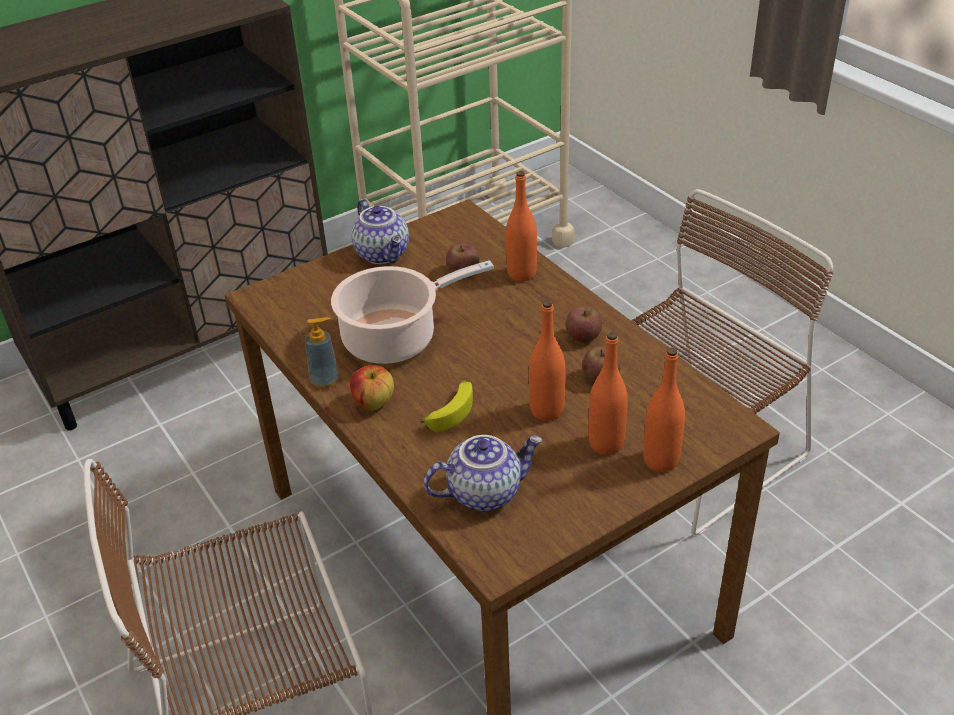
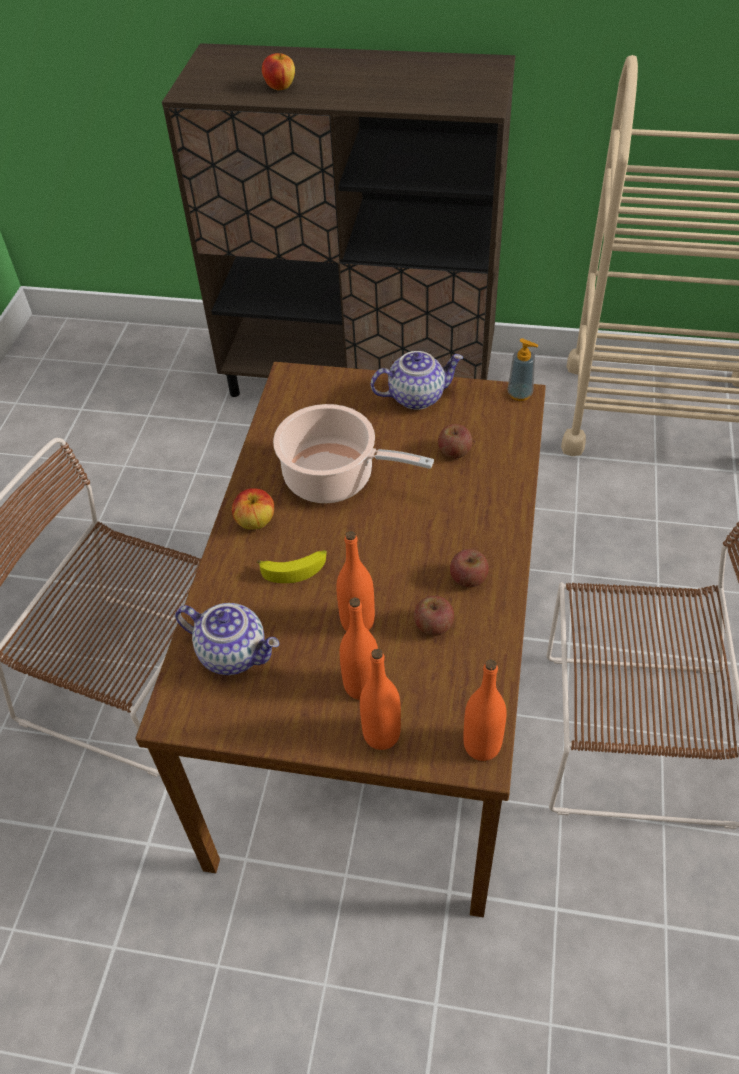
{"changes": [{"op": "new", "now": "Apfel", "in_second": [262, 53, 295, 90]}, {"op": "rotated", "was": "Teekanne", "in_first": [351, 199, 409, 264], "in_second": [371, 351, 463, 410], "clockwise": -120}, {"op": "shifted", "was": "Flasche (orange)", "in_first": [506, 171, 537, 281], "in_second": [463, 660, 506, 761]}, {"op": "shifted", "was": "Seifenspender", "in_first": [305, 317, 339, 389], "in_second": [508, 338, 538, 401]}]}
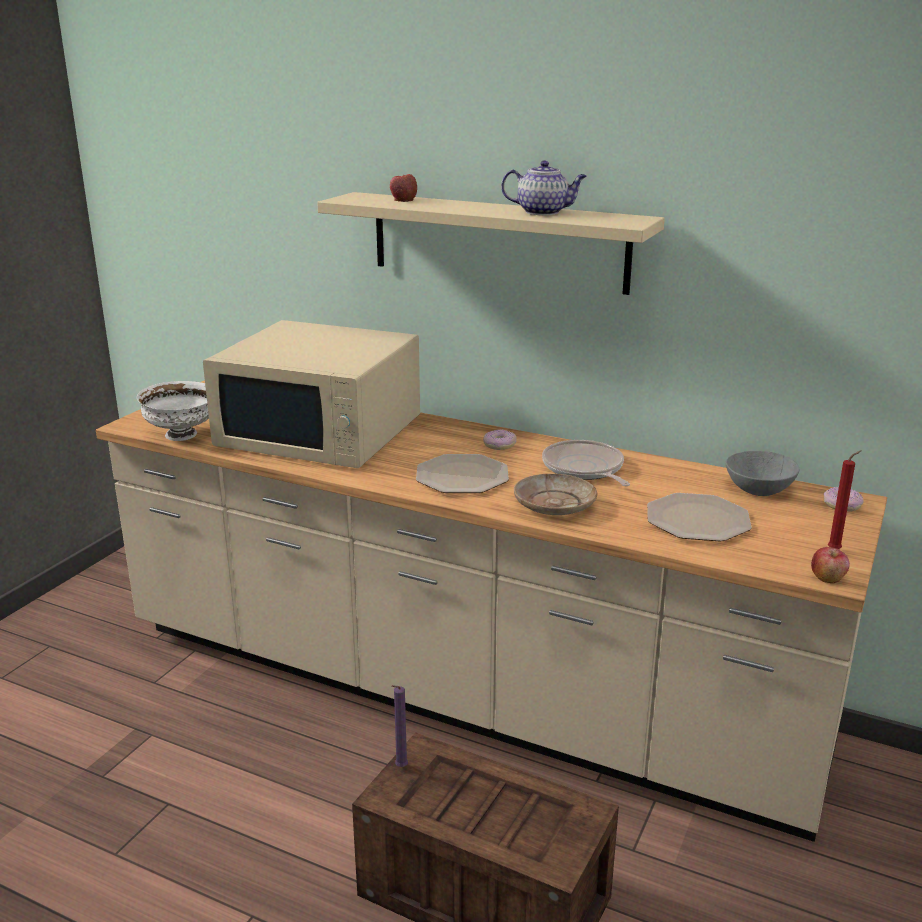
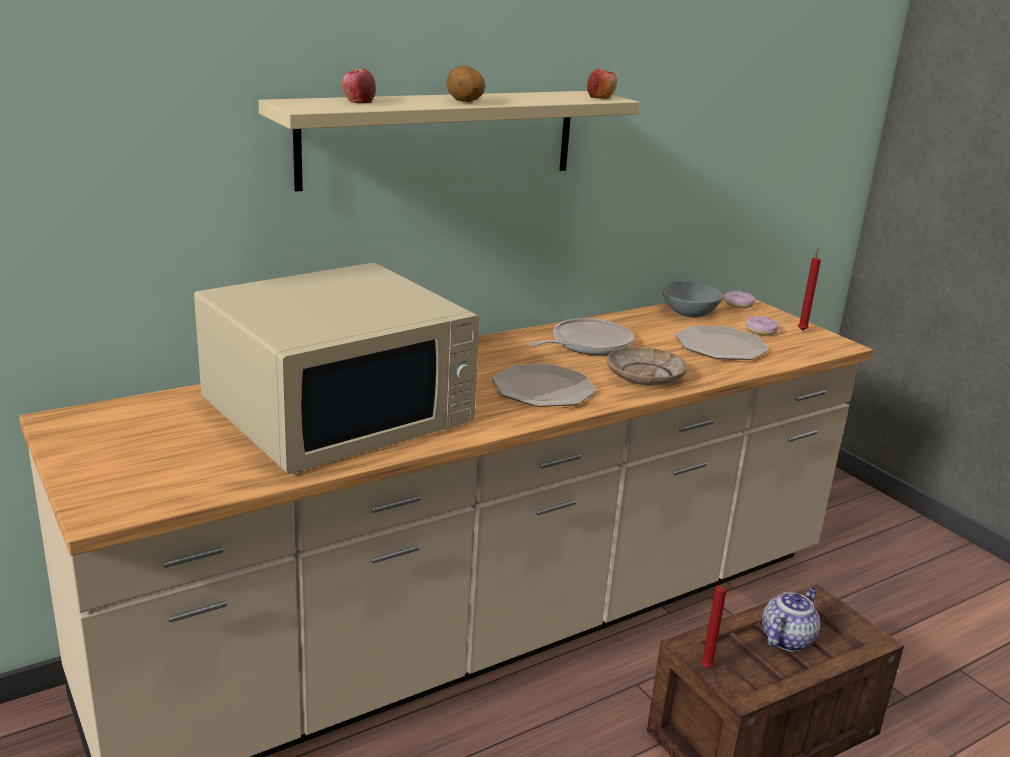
{"changes": [{"op": "new", "now": "Kartoffel", "in_second": [446, 66, 485, 103]}, {"op": "rotated", "was": "Pfanne", "in_first": [542, 440, 630, 486], "in_second": [529, 318, 634, 355], "clockwise": 135}, {"op": "shifted", "was": "Apfel", "in_first": [811, 547, 850, 583], "in_second": [587, 69, 617, 99]}, {"op": "repainted", "was": "Kerze (lila)", "now": "Kerze (rot)", "in_first": [391, 685, 408, 767], "in_second": [701, 584, 729, 668]}, {"op": "shifted", "was": "Donut", "in_first": [483, 429, 517, 450], "in_second": [746, 316, 779, 335]}, {"op": "shifted", "was": "Teekanne", "in_first": [501, 160, 587, 215], "in_second": [762, 587, 820, 652]}, {"op": "gone", "was": "Schüssel (weiß)", "in_first": [137, 381, 209, 441]}]}
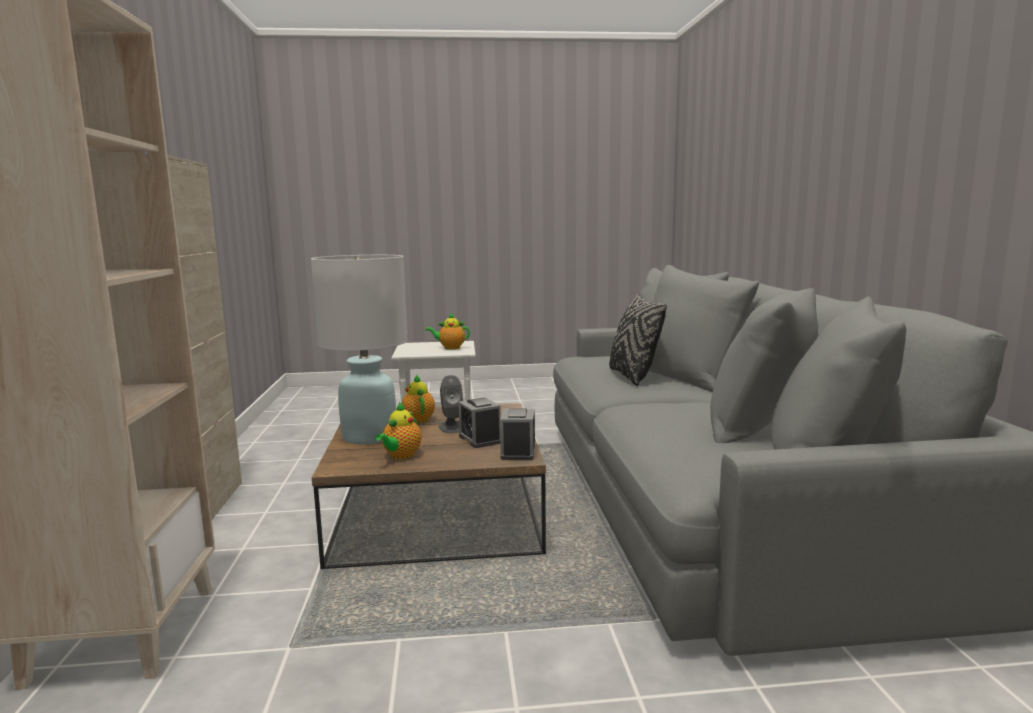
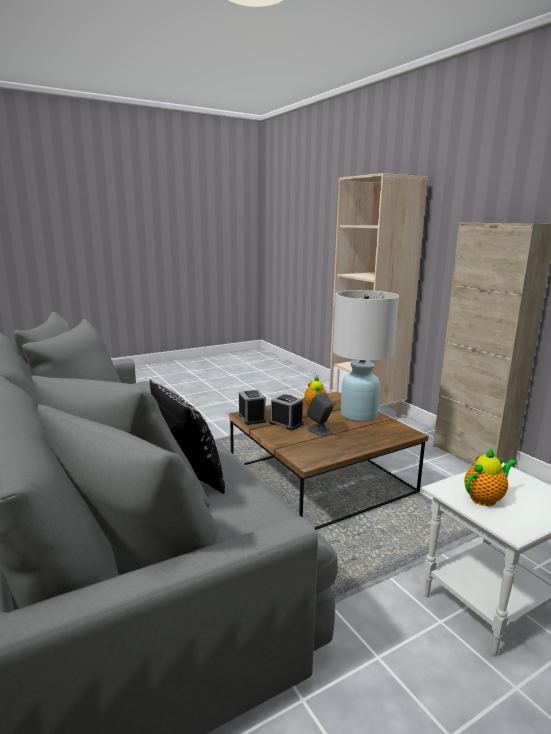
{"changes": [{"op": "gone", "was": "Teekanne", "in_first": [402, 375, 435, 423]}]}
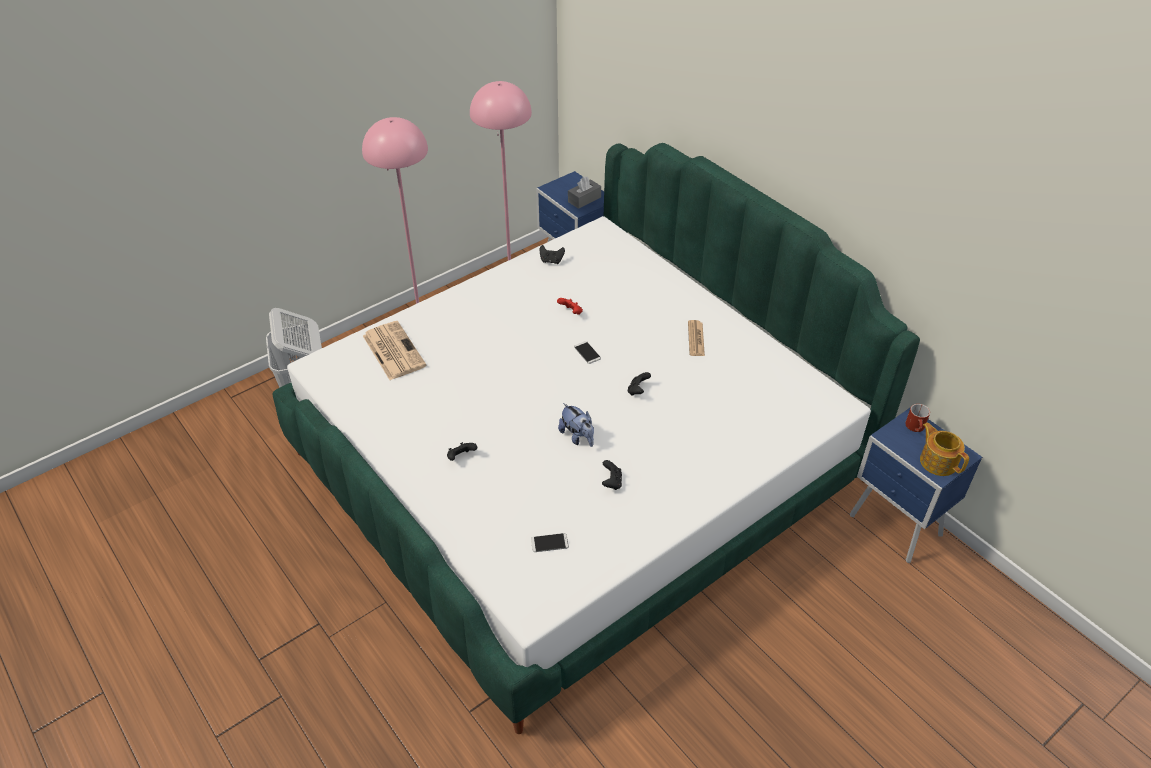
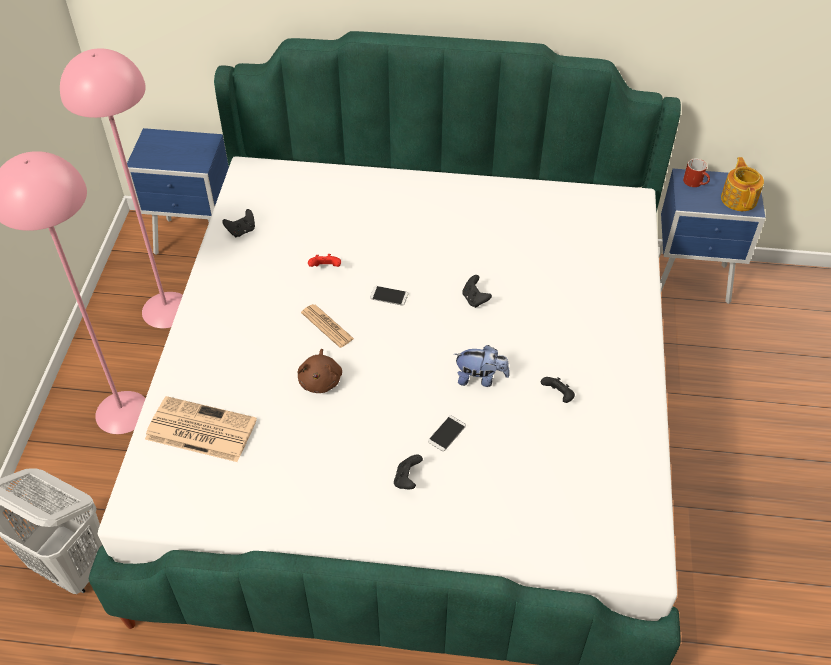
{"changes": [{"op": "new", "now": "Plüschtier (braun)", "in_second": [298, 349, 342, 393]}, {"op": "shifted", "was": "Zeitung", "in_first": [688, 320, 705, 356], "in_second": [301, 304, 354, 348]}, {"op": "shifted", "was": "Handy", "in_first": [531, 533, 569, 552], "in_second": [428, 416, 466, 451]}, {"op": "rotated", "was": "Teekanne", "in_first": [920, 422, 969, 476], "in_second": [721, 157, 764, 211], "clockwise": 75}, {"op": "gone", "was": "Taschentuchbox (grau)", "in_first": [568, 176, 601, 209]}]}
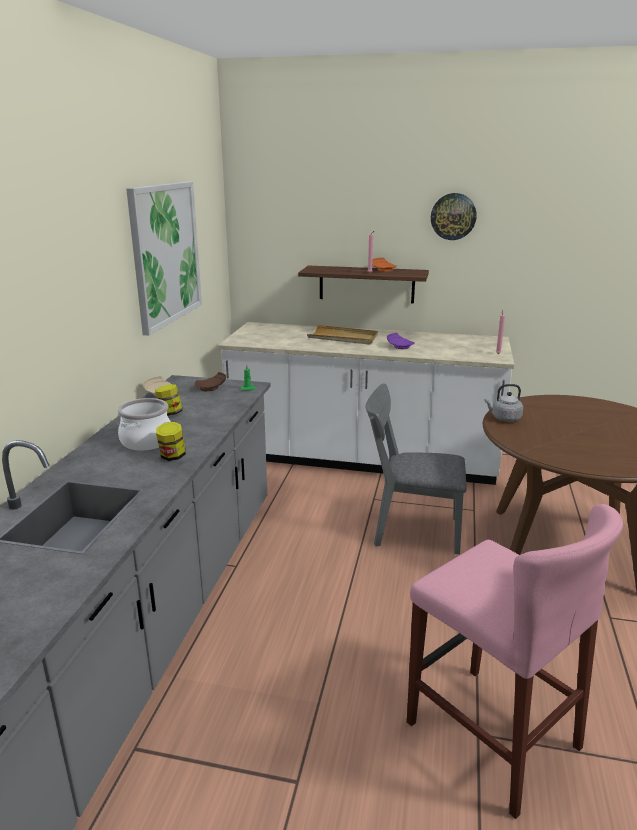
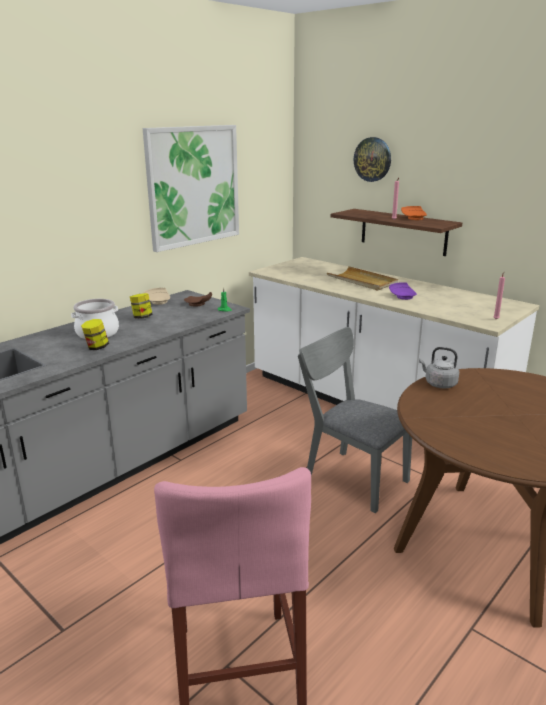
{"changes": [{"op": "shifted", "was": "Wanduhr", "in_first": [431, 193, 477, 240], "in_second": [354, 137, 391, 182]}]}
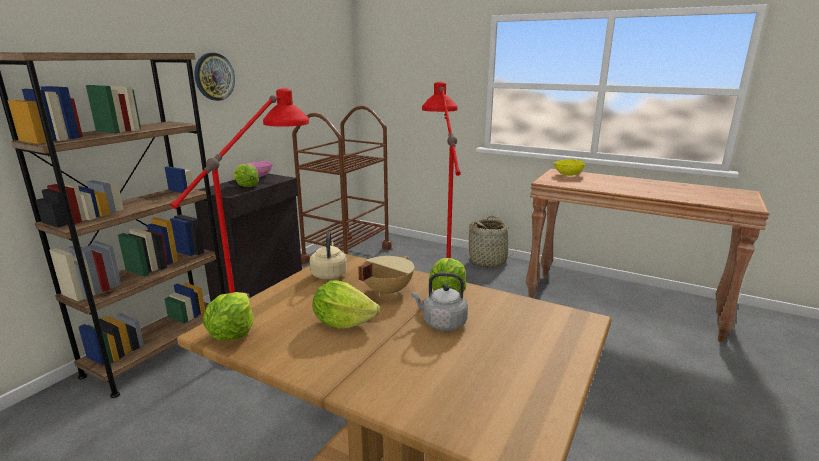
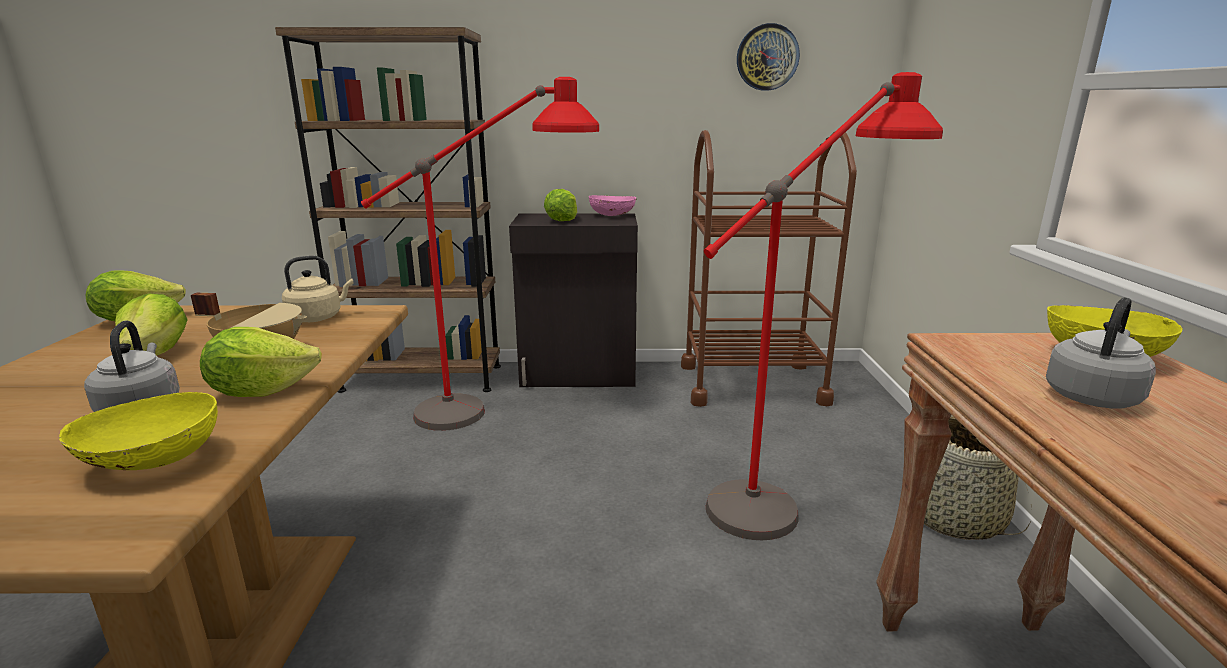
{"changes": [{"op": "new", "now": "Schüssel (gelb)", "in_second": [59, 392, 218, 470]}, {"op": "shifted", "was": "Wanduhr", "in_first": [194, 53, 235, 101], "in_second": [737, 23, 800, 91]}, {"op": "new", "now": "Wasserkessel (grau)", "in_second": [1046, 297, 1156, 408]}]}
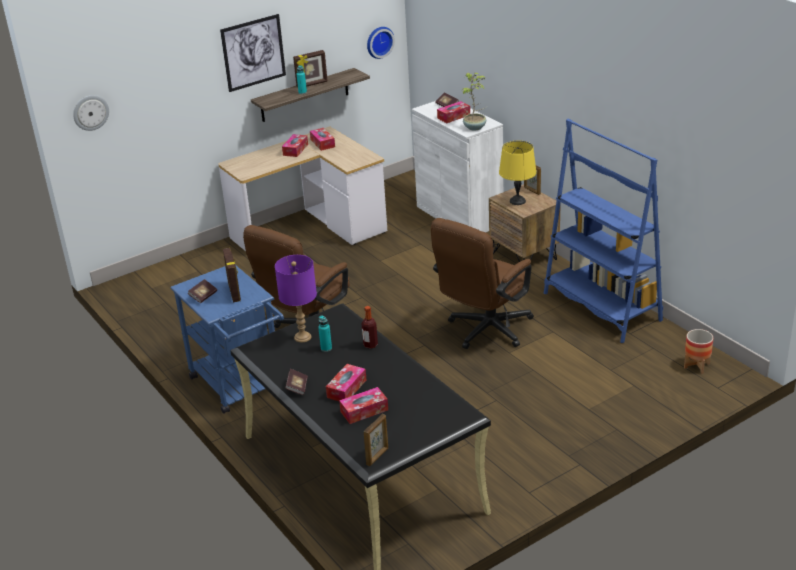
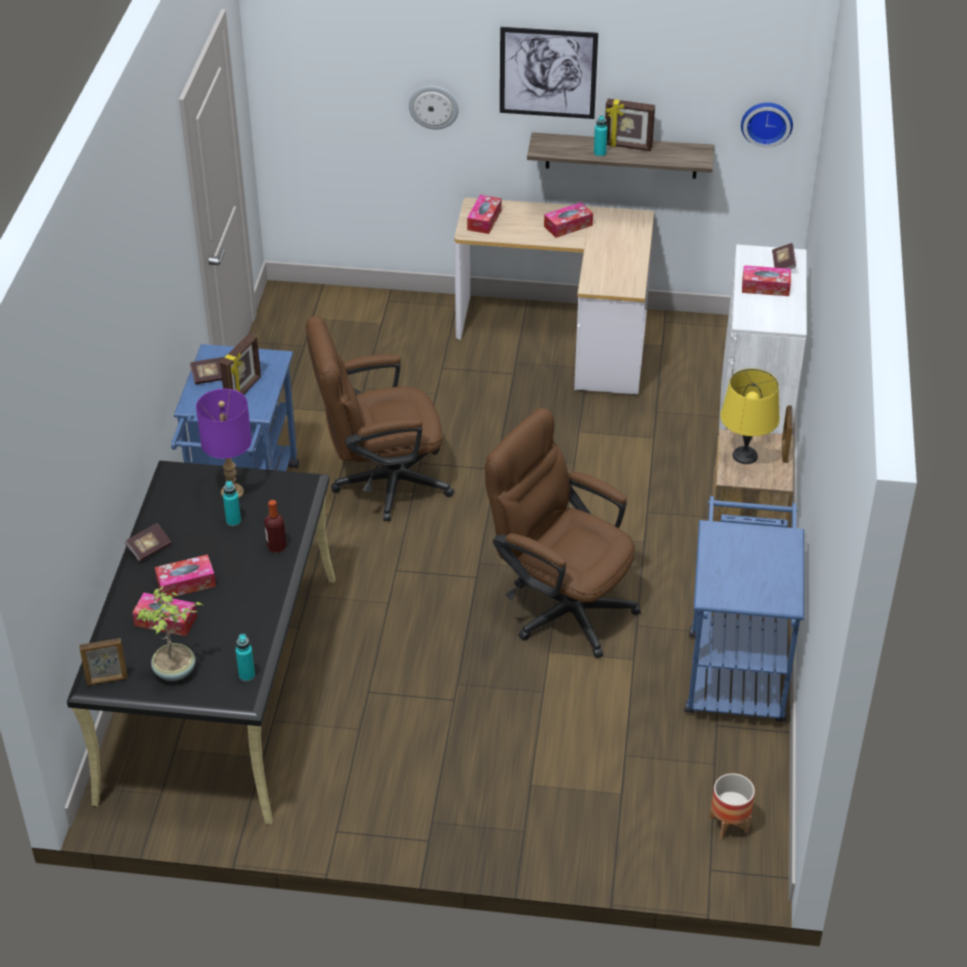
{"changes": [{"op": "shifted", "was": "Topfpflanze", "in_first": [462, 72, 486, 131], "in_second": [136, 586, 203, 681]}, {"op": "new", "now": "Flasche (türkis)", "in_second": [236, 634, 255, 682]}, {"op": "shifted", "was": "Wanduhr", "in_first": [73, 95, 109, 131], "in_second": [409, 86, 459, 130]}, {"op": "shifted", "was": "Taschentuchbox", "in_first": [310, 128, 335, 151], "in_second": [467, 195, 502, 234]}, {"op": "rotated", "was": "Bürostuhl (braun)", "in_first": [431, 218, 534, 349], "in_second": [485, 408, 641, 658], "clockwise": 45}, {"op": "swapped", "was": "Bücherregal (blau)", "now": "Rollwagen (blau)", "in_first": [544, 118, 663, 343], "in_second": [684, 496, 804, 722]}]}
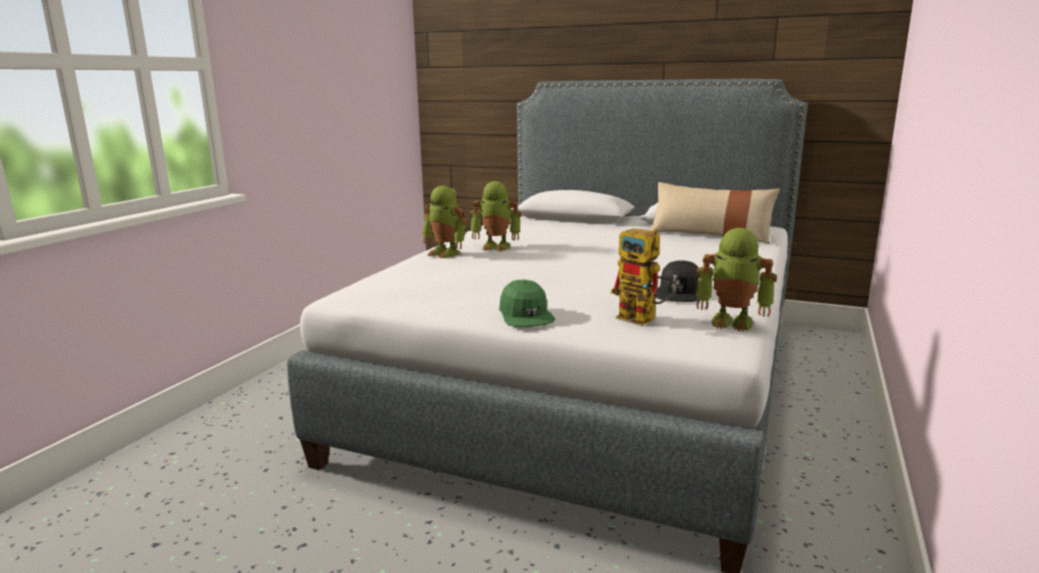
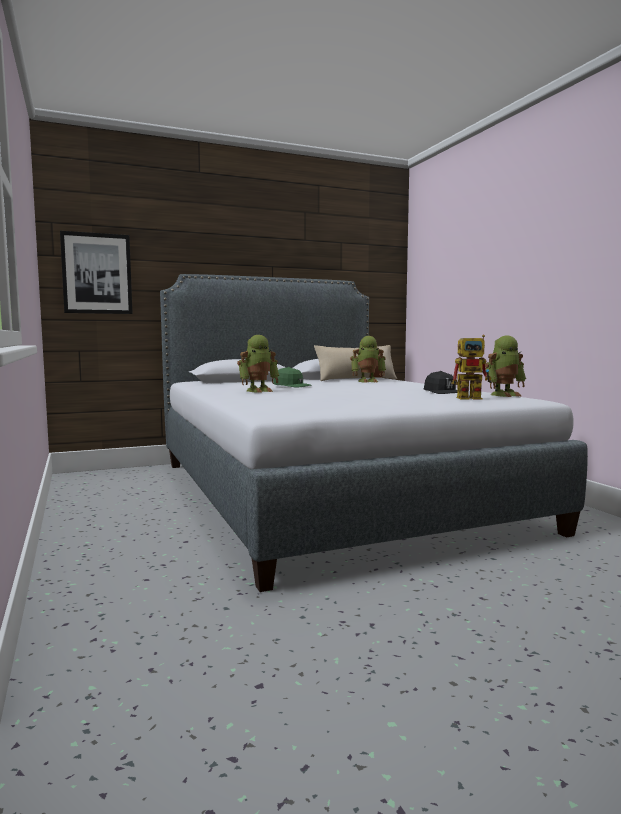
{"changes": [{"op": "new", "now": "Bild", "in_second": [60, 231, 133, 314]}, {"op": "shifted", "was": "Kappe (grün)", "in_first": [499, 280, 556, 327], "in_second": [273, 367, 312, 388]}, {"op": "shifted", "was": "Spielzeugroboter", "in_first": [422, 186, 467, 258], "in_second": [350, 336, 386, 383]}]}
